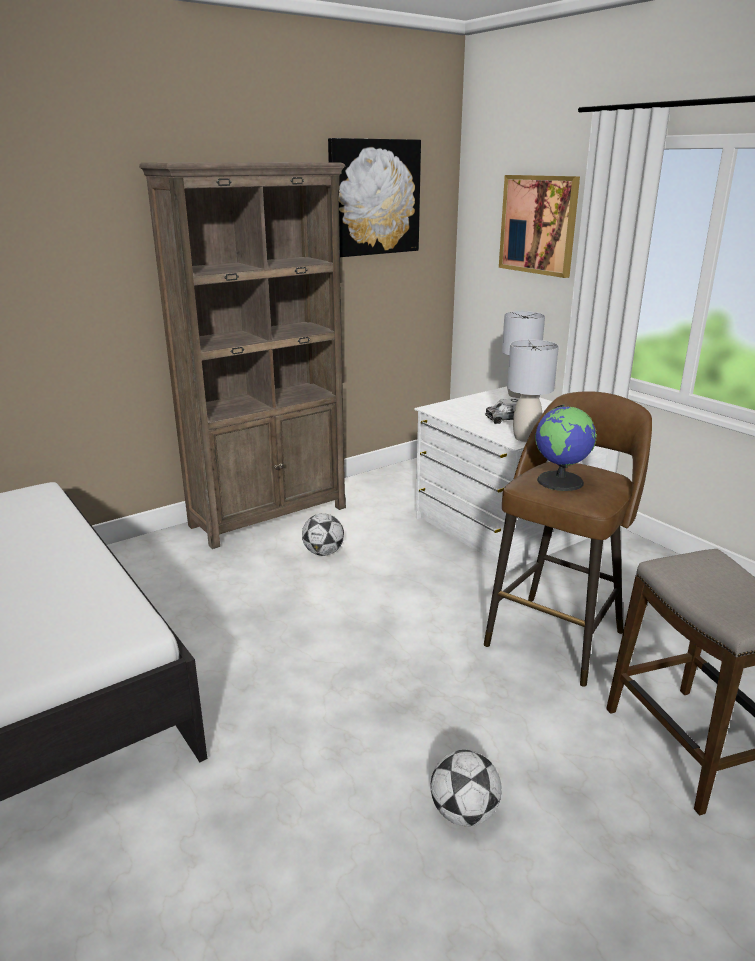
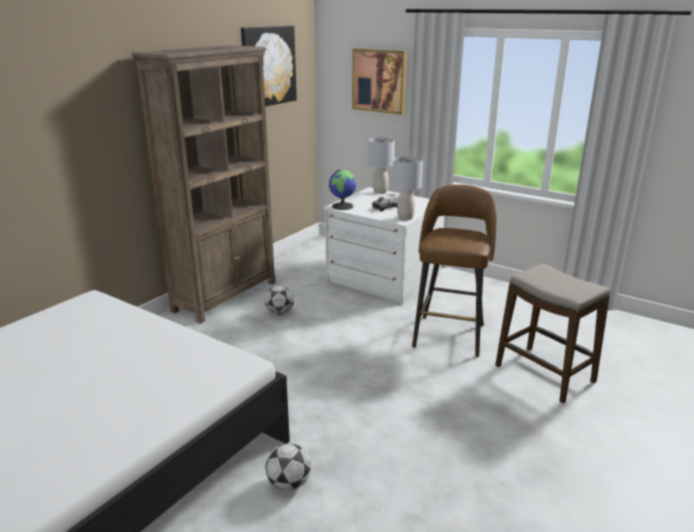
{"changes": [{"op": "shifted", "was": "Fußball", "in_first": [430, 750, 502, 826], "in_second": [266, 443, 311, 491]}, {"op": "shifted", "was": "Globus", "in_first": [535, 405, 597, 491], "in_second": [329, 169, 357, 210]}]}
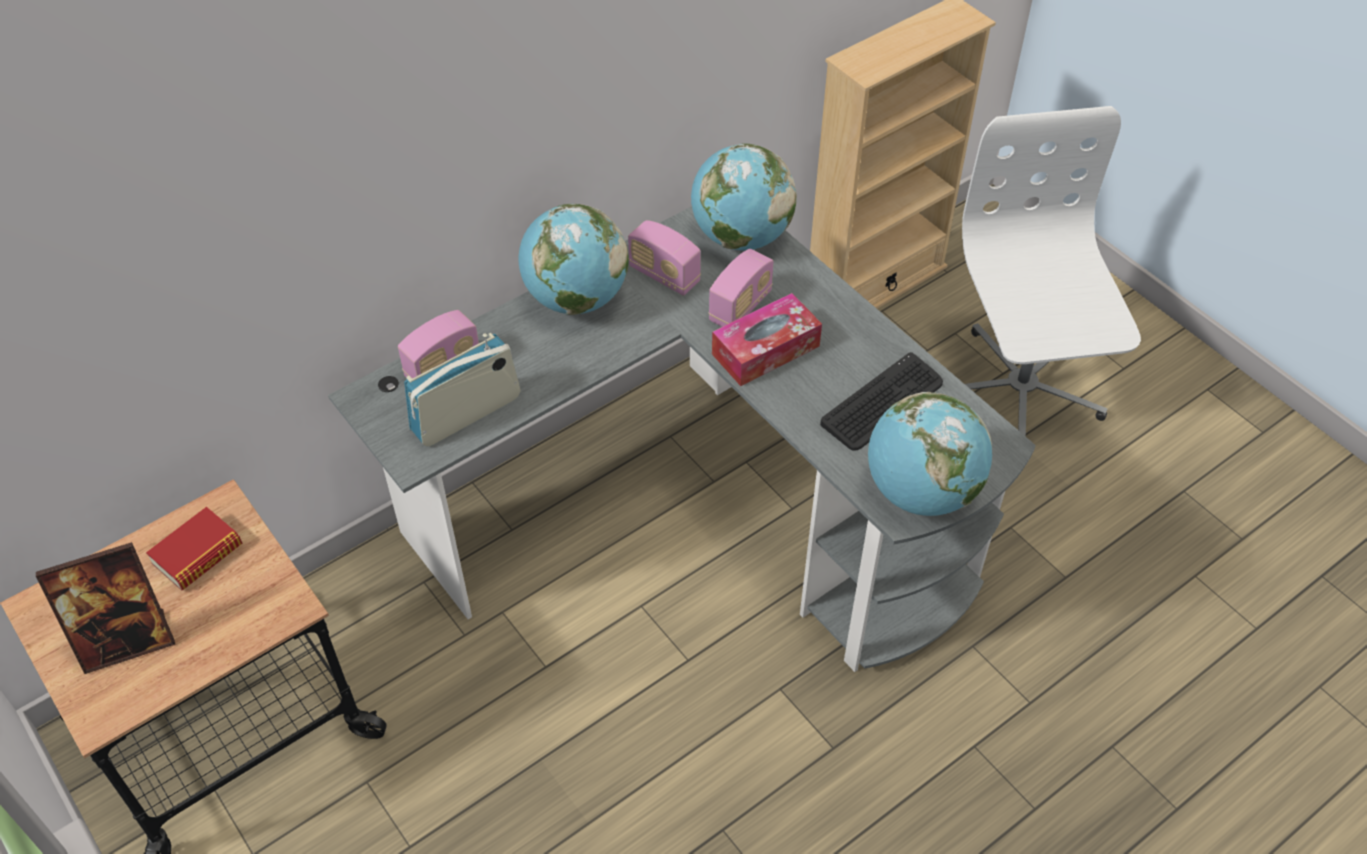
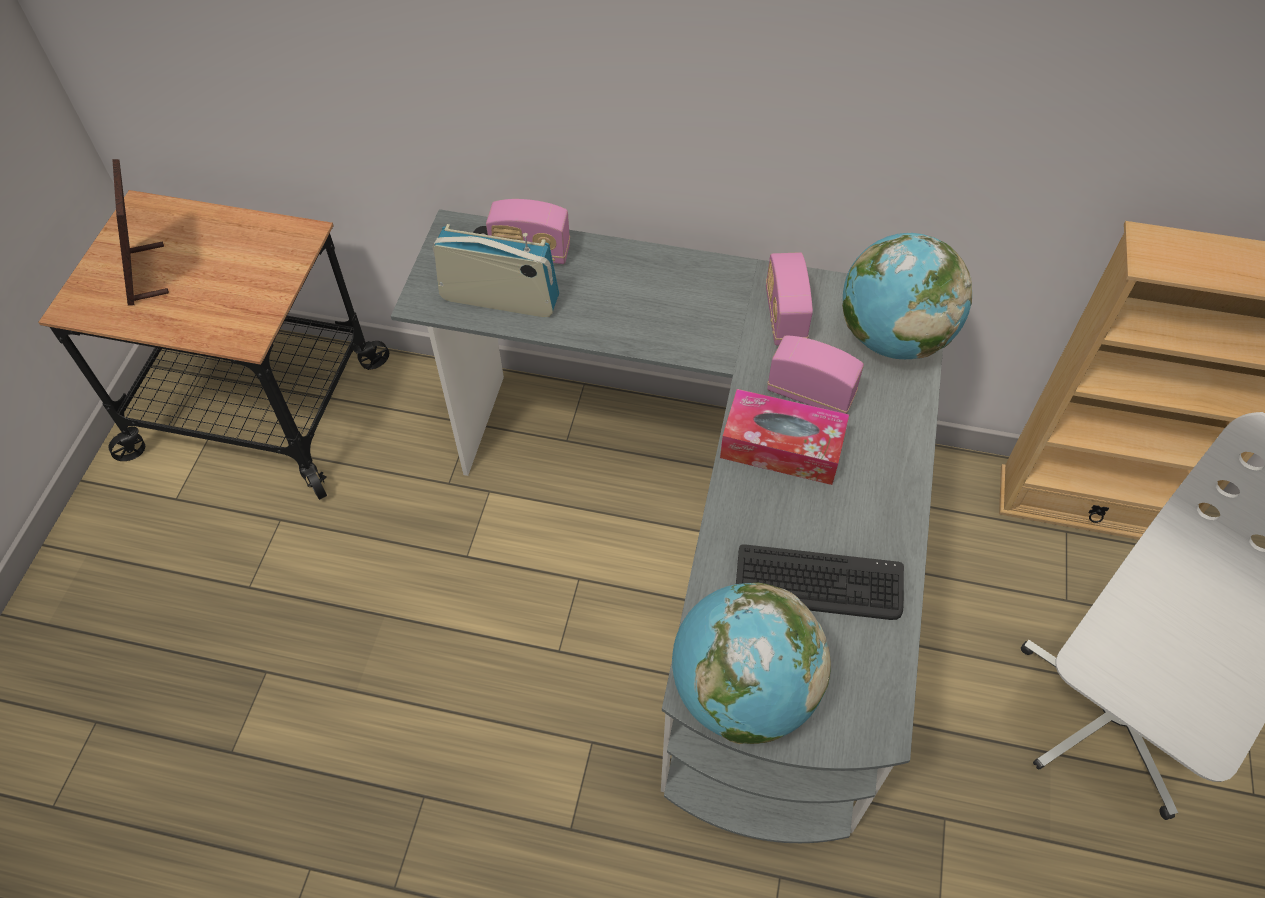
{"changes": [{"op": "rotated", "was": "Bilderrahmen", "in_first": [36, 542, 175, 674], "in_second": [112, 159, 169, 306], "clockwise": 45}, {"op": "rotated", "was": "Radio", "in_first": [708, 249, 773, 327], "in_second": [767, 336, 864, 414], "clockwise": -150}, {"op": "gone", "was": "Buch", "in_first": [146, 507, 242, 590]}, {"op": "gone", "was": "Globus", "in_first": [519, 204, 629, 315]}]}
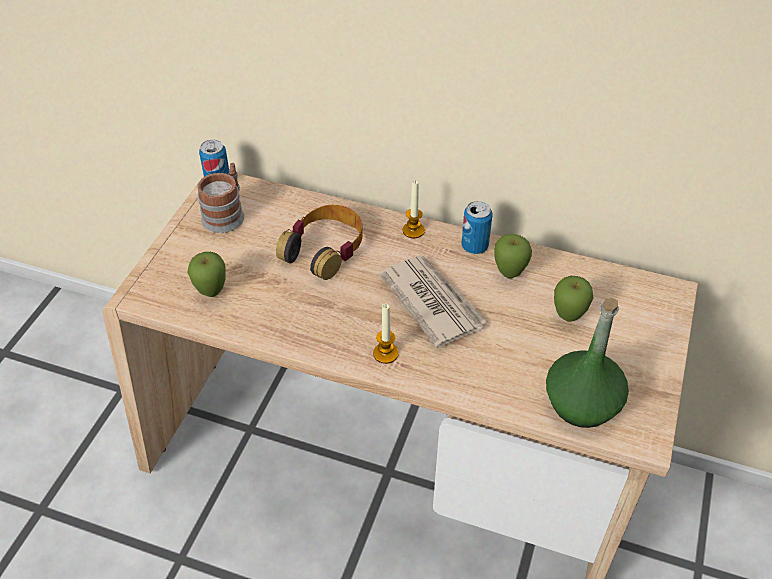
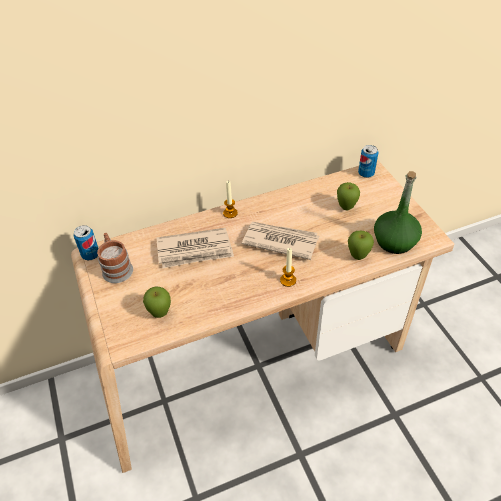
{"changes": [{"op": "swapped", "was": "Kopfhörer", "now": "Zeitung", "in_first": [276, 205, 362, 280], "in_second": [157, 228, 234, 268]}, {"op": "shifted", "was": "Apfel", "in_first": [494, 234, 532, 279], "in_second": [348, 231, 374, 260]}, {"op": "shifted", "was": "Dose", "in_first": [462, 201, 492, 254], "in_second": [358, 145, 379, 178]}]}
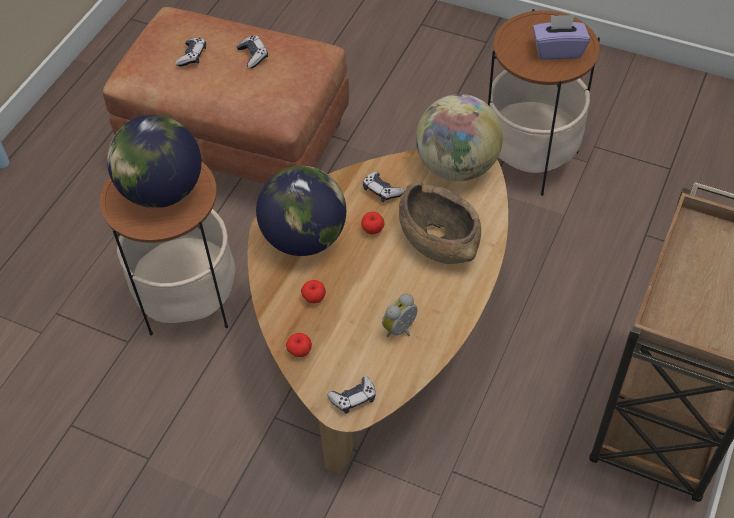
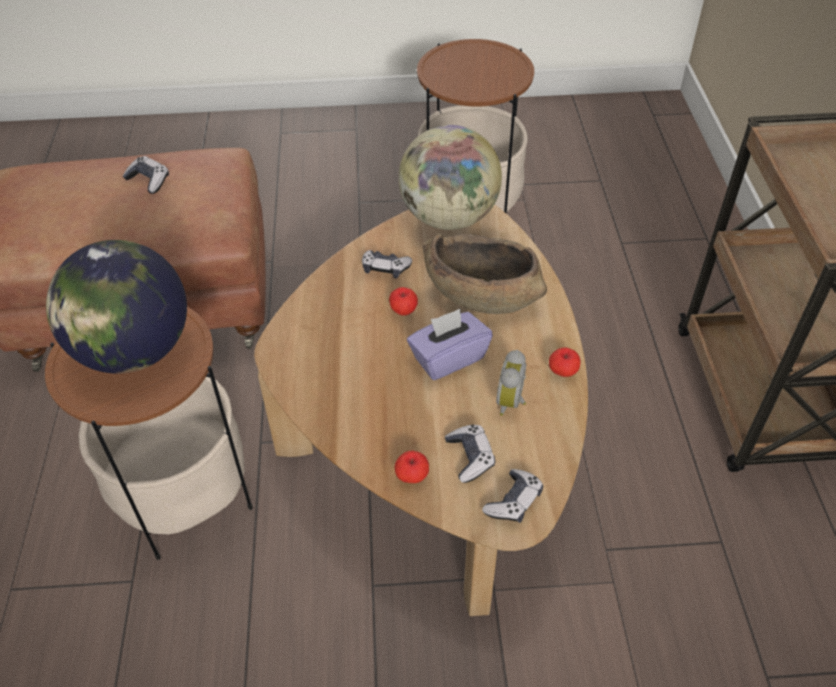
{"changes": [{"op": "shifted", "was": "Taschentuchbox (lila)", "in_first": [533, 15, 590, 60], "in_second": [407, 309, 493, 380]}, {"op": "shifted", "was": "Gamepad", "in_first": [175, 38, 206, 66], "in_second": [445, 425, 495, 483]}, {"op": "shifted", "was": "Apfel", "in_first": [301, 280, 326, 303], "in_second": [549, 347, 581, 377]}, {"op": "gone", "was": "Globus", "in_first": [256, 166, 346, 256]}]}
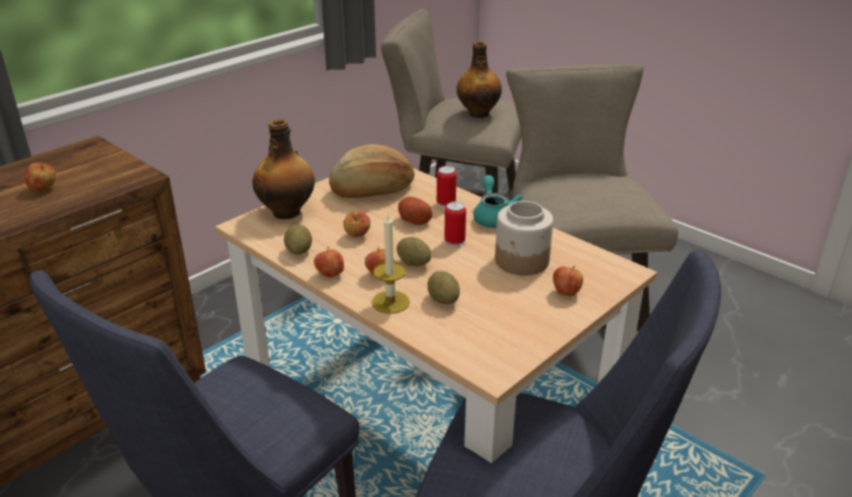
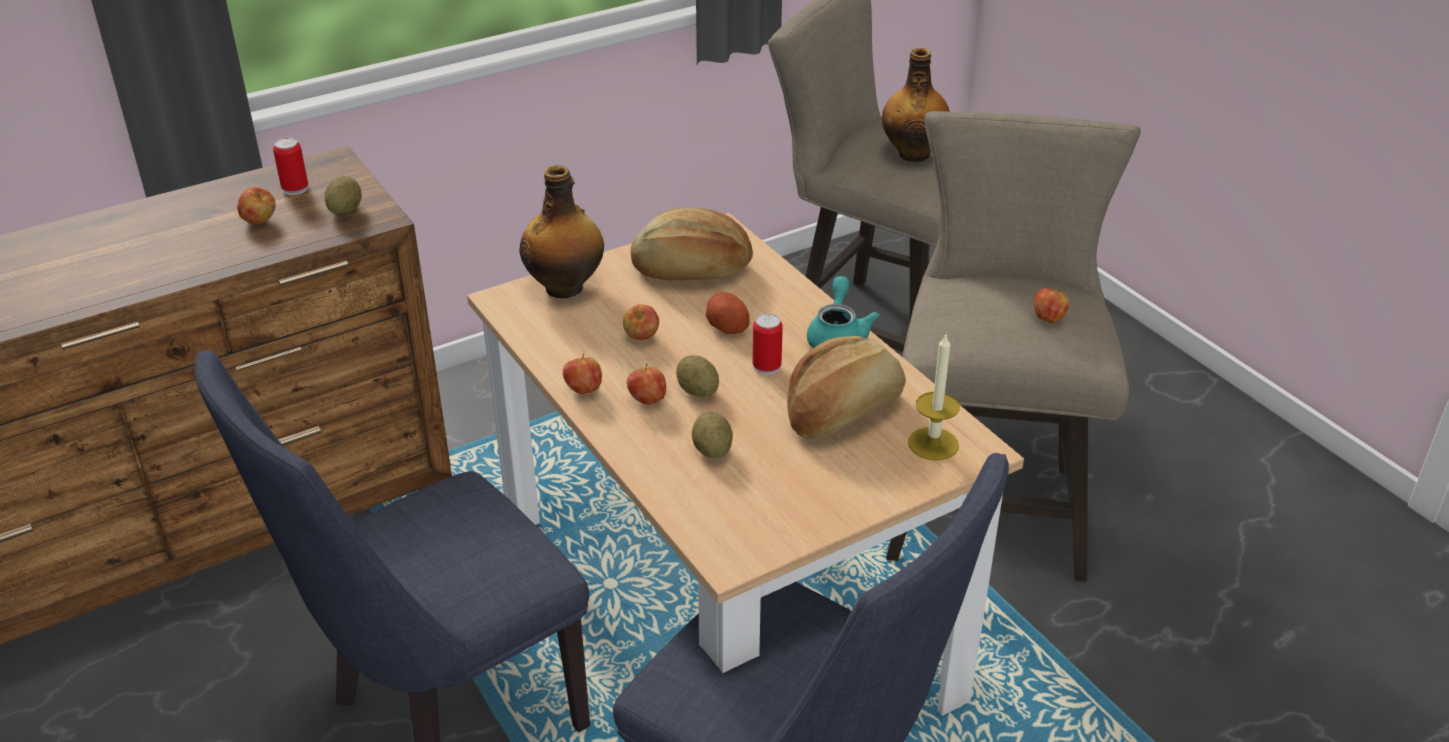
{"changes": [{"op": "shifted", "was": "Dose", "in_first": [437, 166, 457, 208], "in_second": [273, 137, 308, 195]}, {"op": "shifted", "was": "Kartoffel", "in_first": [284, 224, 312, 254], "in_second": [325, 176, 362, 215]}, {"op": "swapped", "was": "Vorratsglas", "now": "Brot", "in_first": [495, 201, 553, 275], "in_second": [787, 336, 906, 439]}, {"op": "shifted", "was": "Kerze", "in_first": [371, 214, 410, 314], "in_second": [908, 335, 960, 461]}, {"op": "shifted", "was": "Apfel", "in_first": [553, 265, 583, 296], "in_second": [1034, 288, 1069, 323]}]}
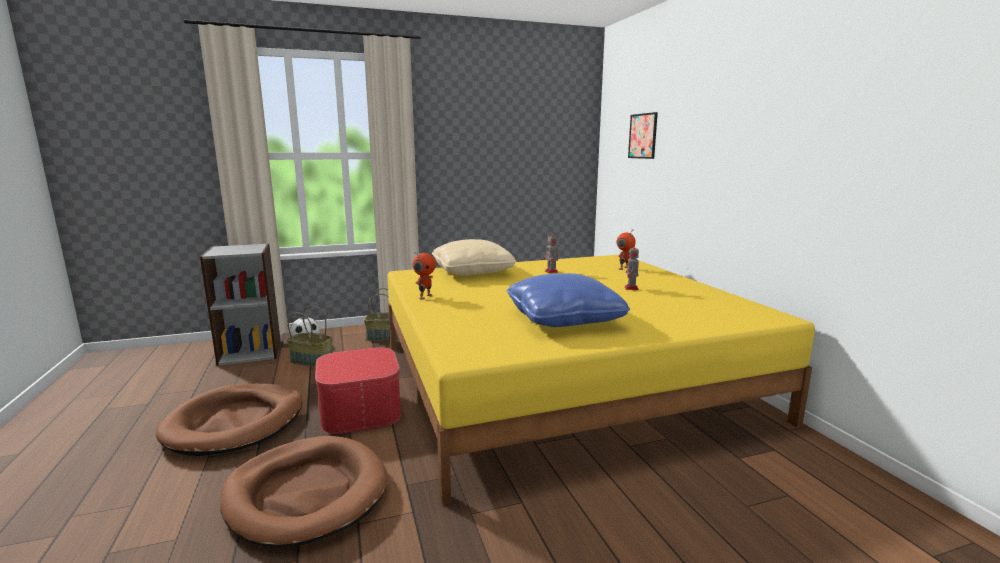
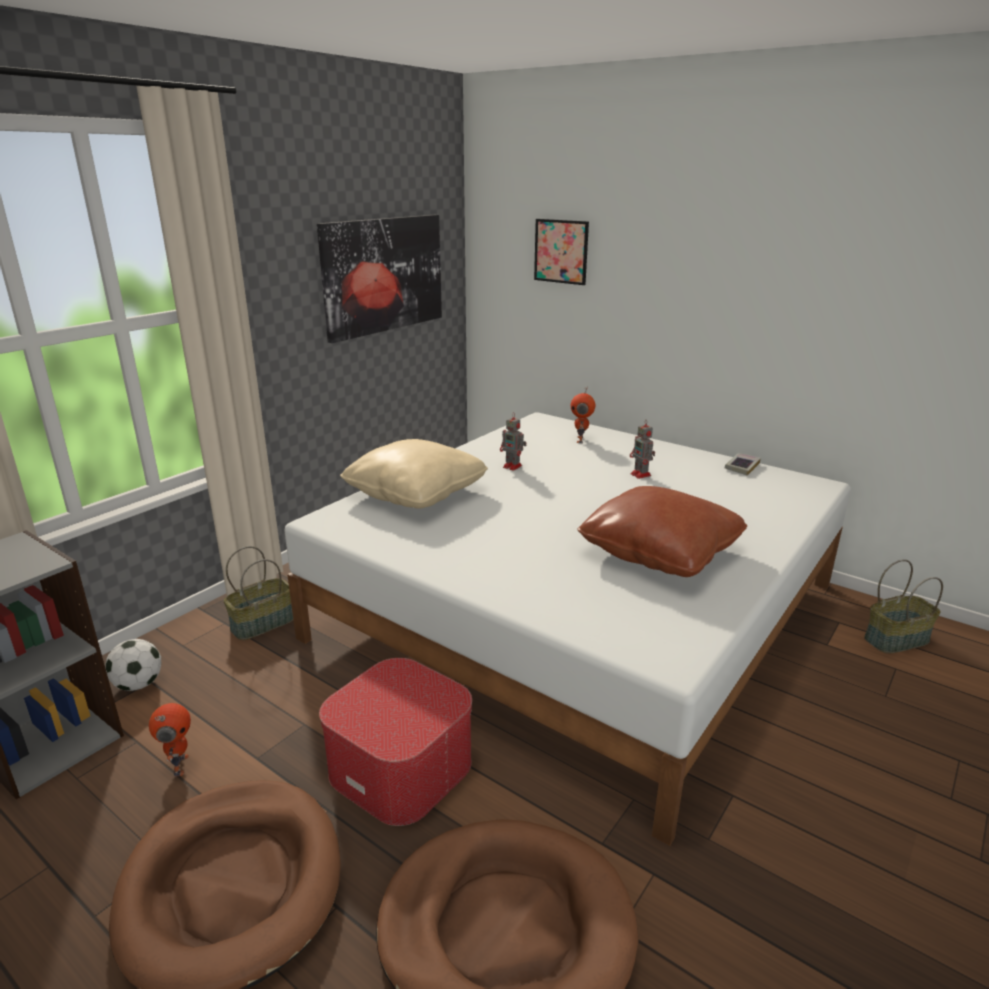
{"changes": [{"op": "shifted", "was": "Spielzeugroboter", "in_first": [412, 251, 436, 300], "in_second": [149, 703, 191, 776]}, {"op": "repainted", "was": "Bett (gelb)", "now": "Bett (weiß)", "in_first": [387, 255, 815, 505], "in_second": [284, 412, 851, 846]}, {"op": "new", "now": "Bild", "in_second": [317, 215, 442, 343]}, {"op": "repainted", "was": "Kissen (blau)", "now": "Kissen (braun)", "in_first": [506, 273, 630, 327], "in_second": [577, 486, 747, 577]}, {"op": "new", "now": "Buch", "in_second": [725, 453, 761, 476]}, {"op": "shifted", "was": "Korb", "in_first": [287, 306, 333, 367], "in_second": [864, 559, 943, 654]}]}
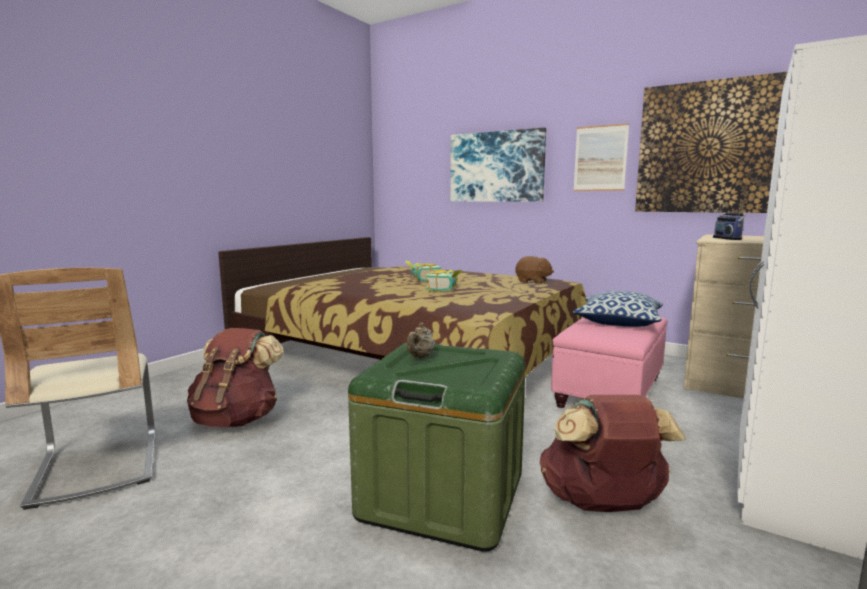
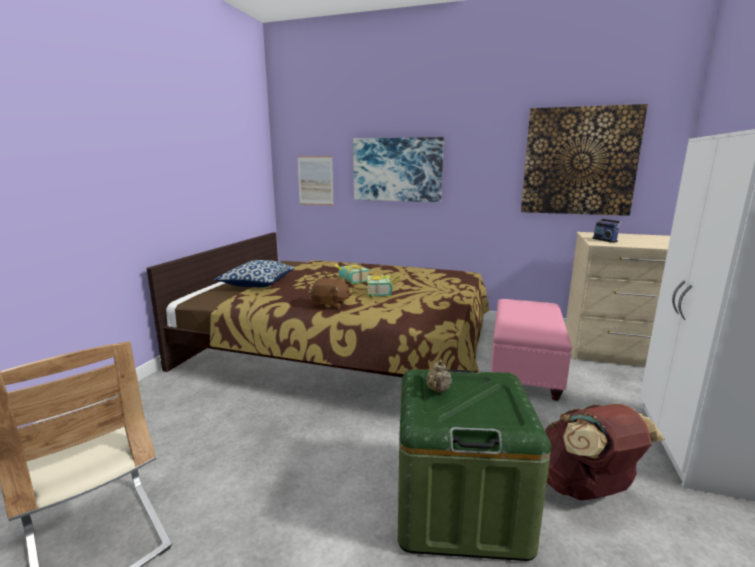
{"changes": [{"op": "shifted", "was": "Kissen", "in_first": [573, 291, 663, 327], "in_second": [214, 260, 295, 287]}, {"op": "shifted", "was": "Bild", "in_first": [574, 123, 629, 191], "in_second": [297, 156, 334, 205]}, {"op": "shifted", "was": "Plüschtier (braun)", "in_first": [515, 256, 554, 284], "in_second": [310, 278, 352, 309]}, {"op": "gone", "was": "Rucksack (braun)", "in_first": [187, 328, 284, 427]}]}
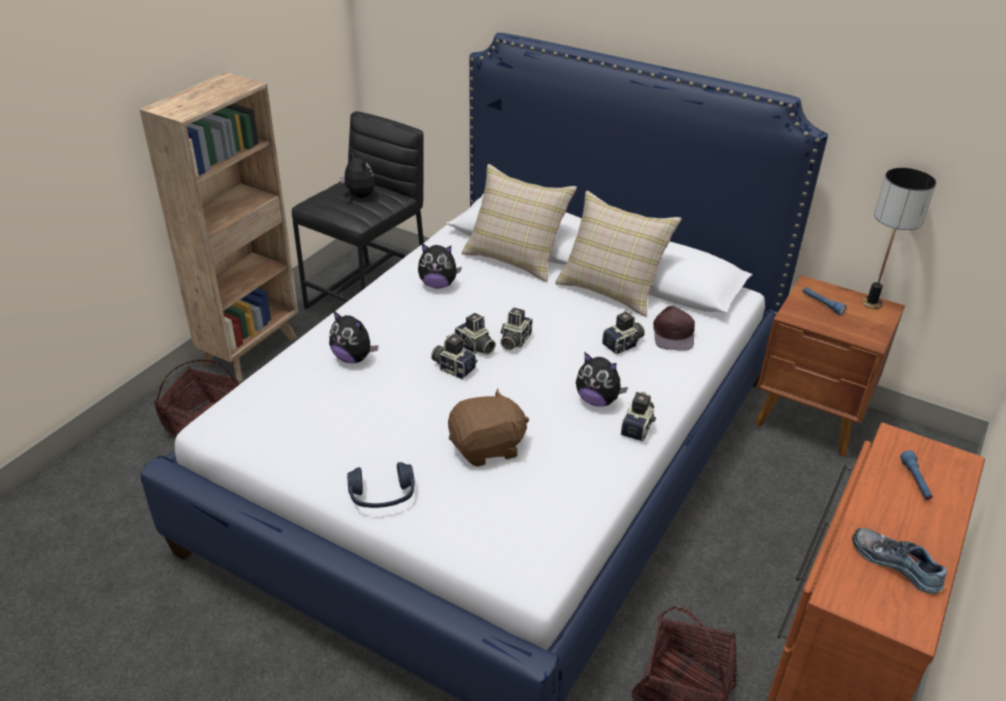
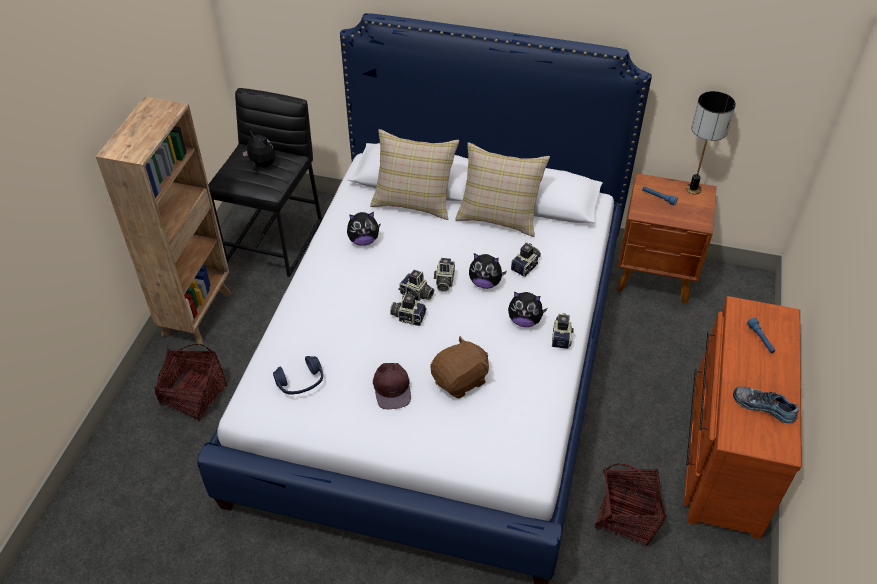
{"changes": [{"op": "shifted", "was": "Kopfhörer (blau)", "in_first": [347, 462, 415, 508], "in_second": [273, 356, 323, 395]}, {"op": "shifted", "was": "Kappe (braun)", "in_first": [653, 306, 695, 351], "in_second": [373, 363, 411, 409]}, {"op": "shifted", "was": "Plüschtier", "in_first": [329, 310, 378, 363], "in_second": [469, 253, 507, 289]}]}
